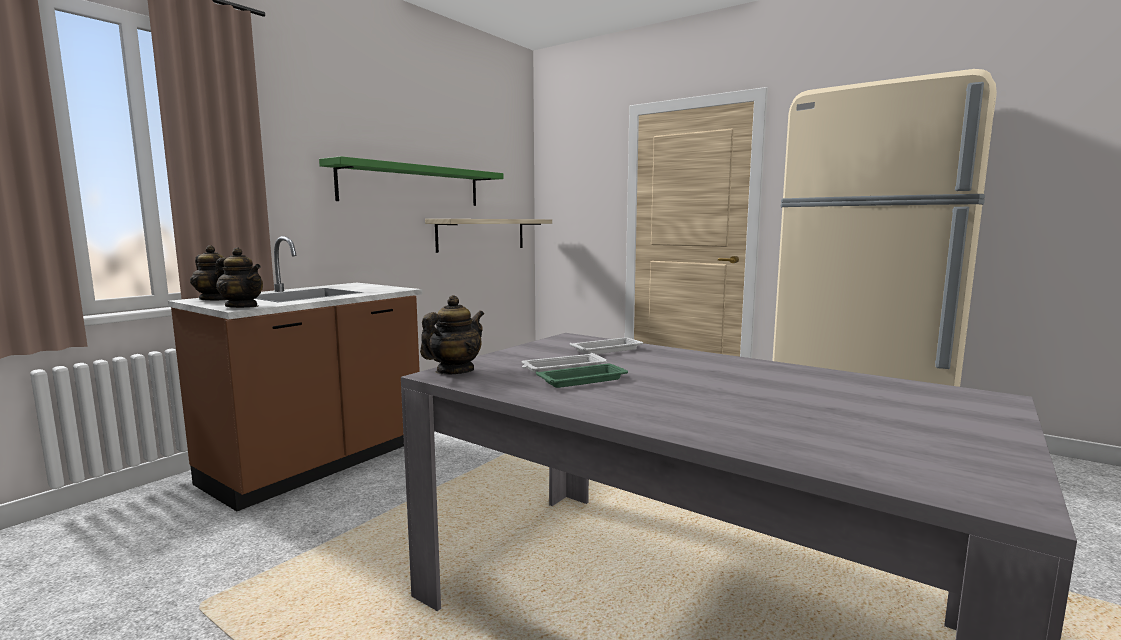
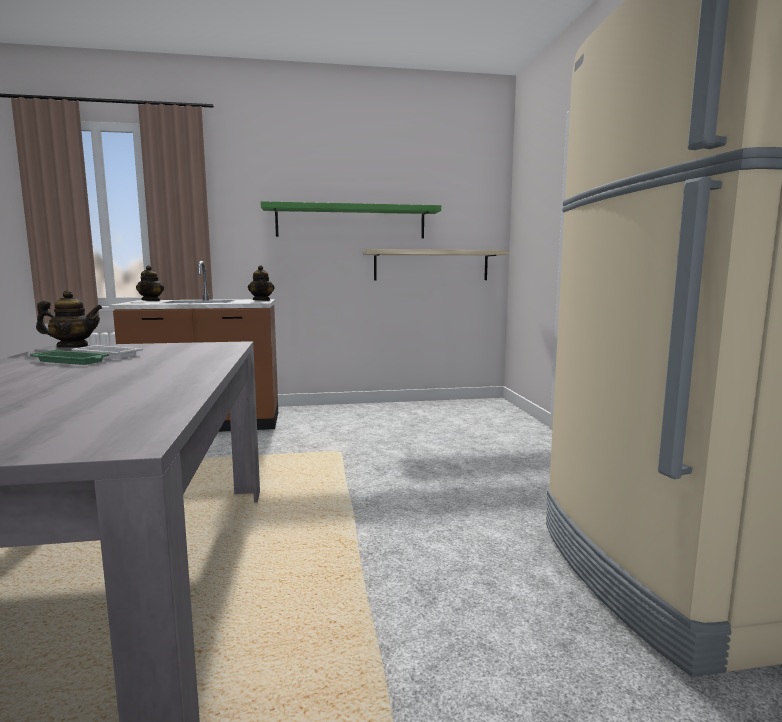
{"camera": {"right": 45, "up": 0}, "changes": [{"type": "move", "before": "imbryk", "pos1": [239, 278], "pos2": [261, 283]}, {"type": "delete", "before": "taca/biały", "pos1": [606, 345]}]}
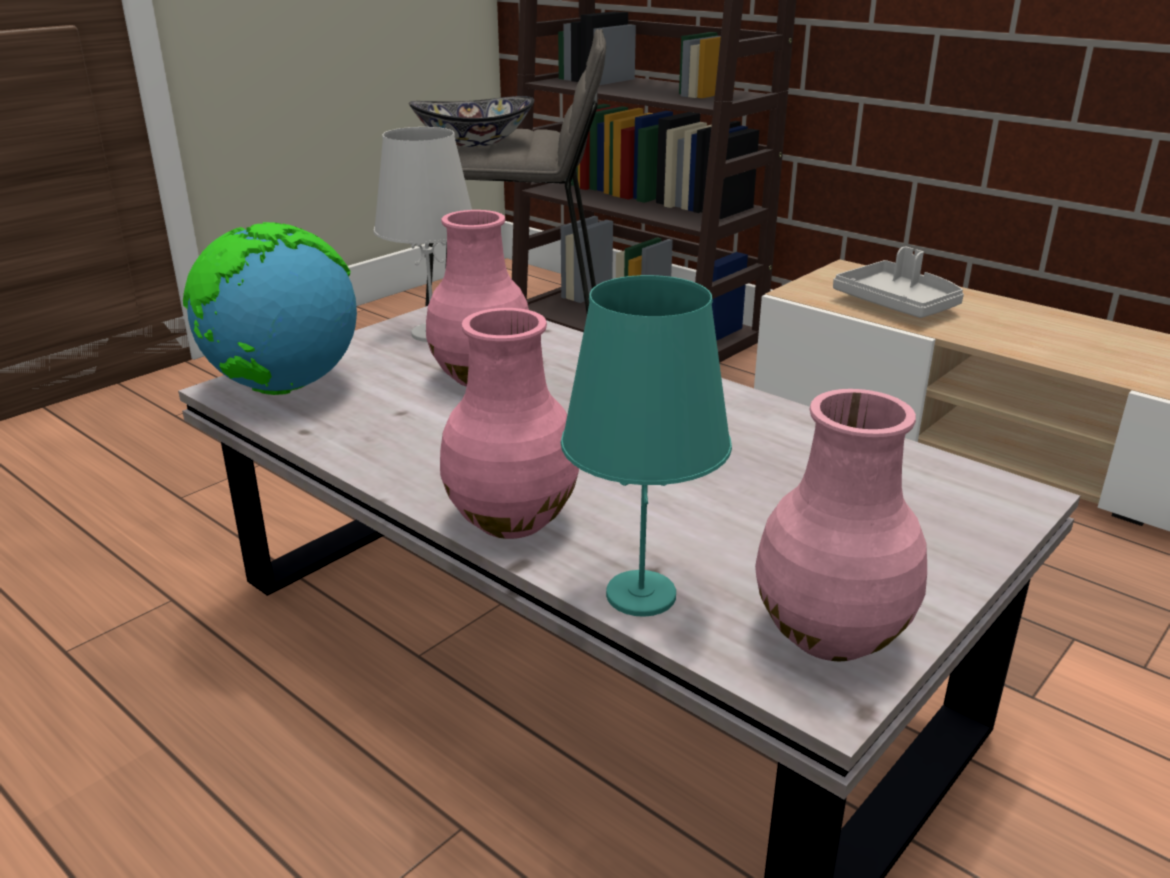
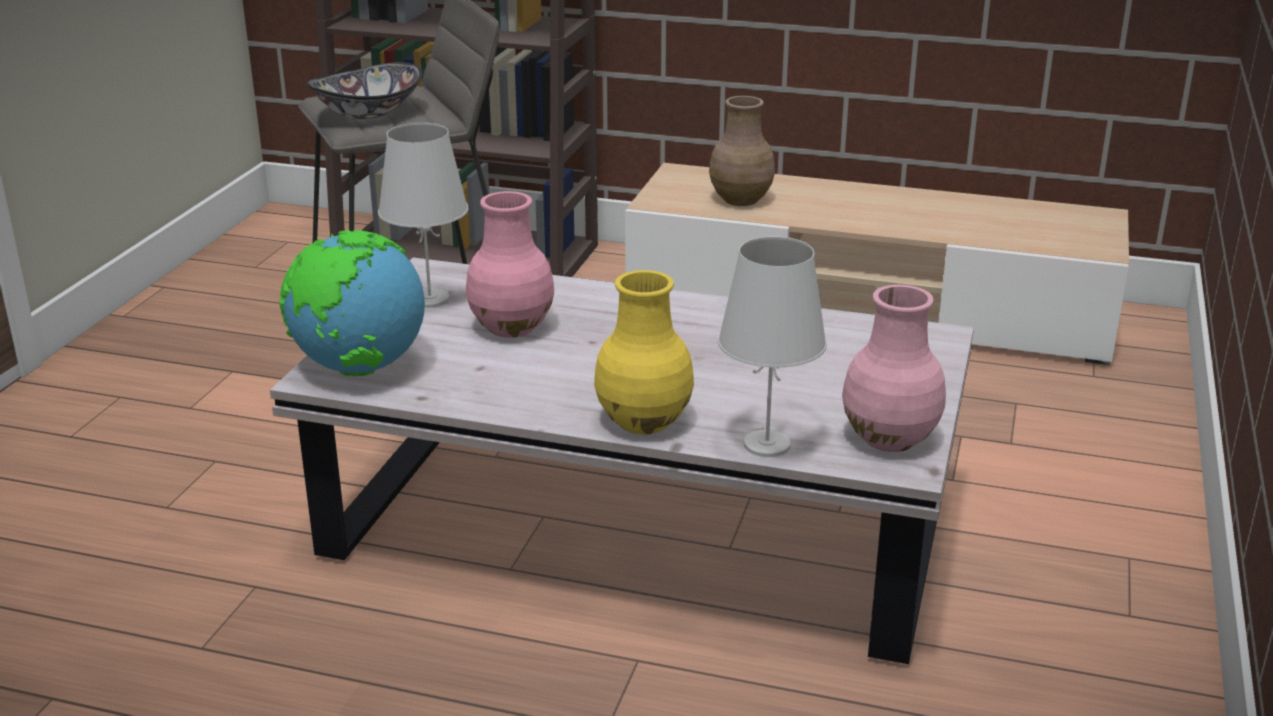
{"camera": {"right": -25, "up": 0}, "changes": [{"type": "recolor", "before": "wazon/różowy", "after": "wazon/żółty", "pos1": [509, 423], "pos2": [644, 352]}, {"type": "recolor", "before": "lampa stołowa/turkusowy", "after": "lampa stołowa/biały", "pos1": [646, 446], "pos2": [772, 346]}, {"type": "replace", "before": "taca/szary", "after": "wazon/brązowy", "pos1": [898, 282], "pos2": [742, 151]}]}
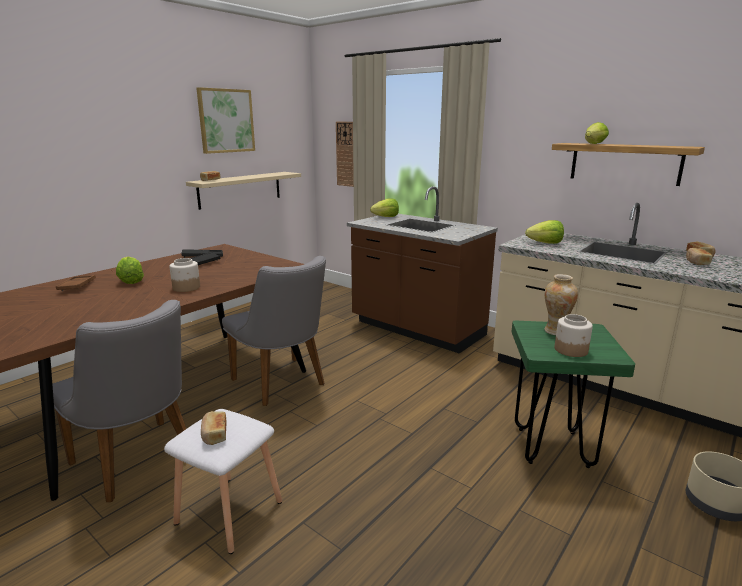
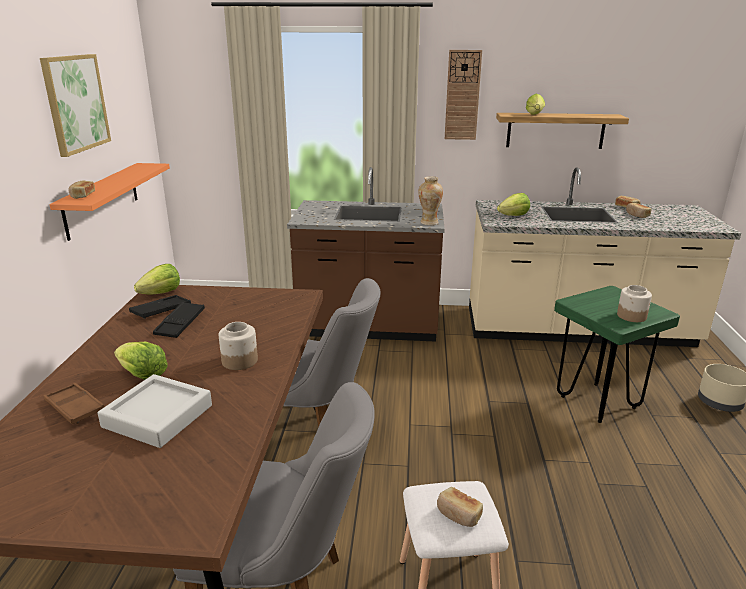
{"camera": {"right": -35, "up": 5}, "changes": [{"type": "recolor", "before": "półka/beżowy", "after": "półka/pomarańczowy", "pos1": [243, 191], "pos2": [109, 202]}, {"type": "move", "before": "zegar ścienny", "pos1": [345, 154], "pos2": [463, 95]}, {"type": "move", "before": "sałata", "pos1": [384, 207], "pos2": [157, 279]}, {"type": "move", "before": "wazon", "pos1": [561, 304], "pos2": [430, 200]}, {"type": "insert", "after": "taca/szary", "pos2": [155, 411]}]}
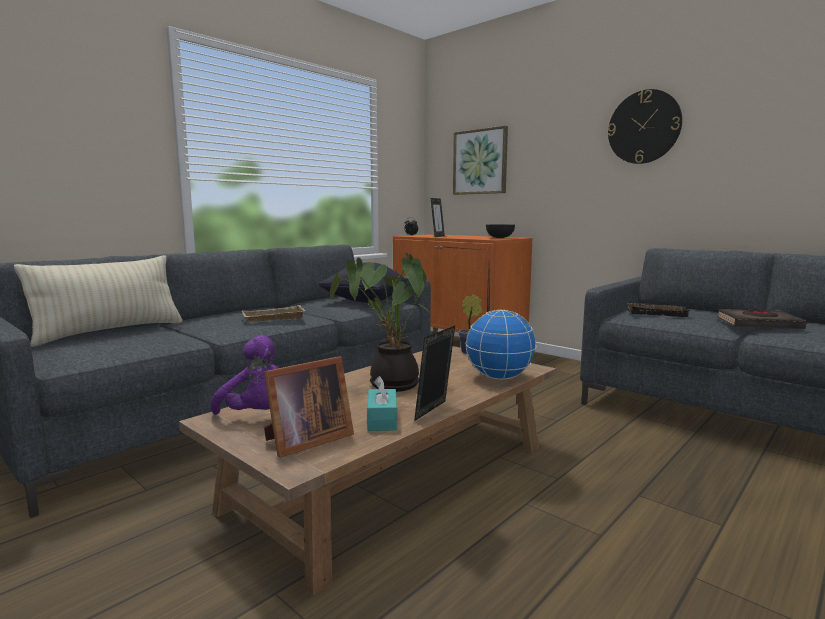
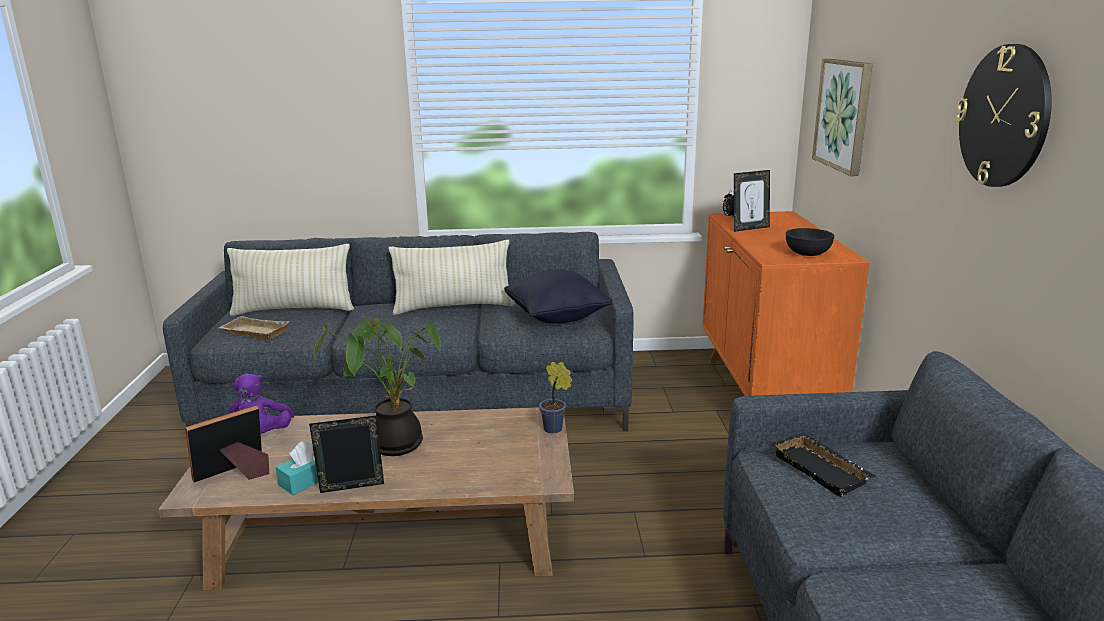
{"camera": {"right": 45, "up": 10}, "changes": [{"type": "move", "before": "taca/beżowy", "pos1": [274, 313], "pos2": [254, 328]}, {"type": "rotate", "before": "ramka na zdjęcie", "pos1": [309, 406], "pos2": [227, 444], "turn": 135}, {"type": "delete", "before": "globus", "pos1": [501, 344]}, {"type": "delete", "before": "książka/czarny", "pos1": [762, 318]}, {"type": "insert", "after": "poduszka/beżowy", "pos2": [452, 277]}]}
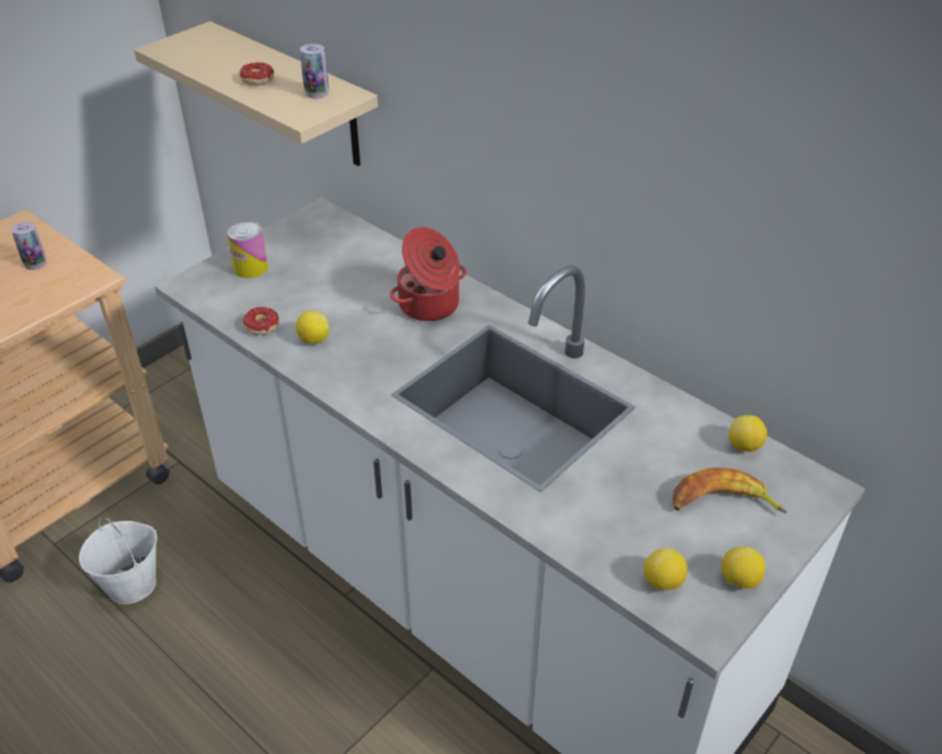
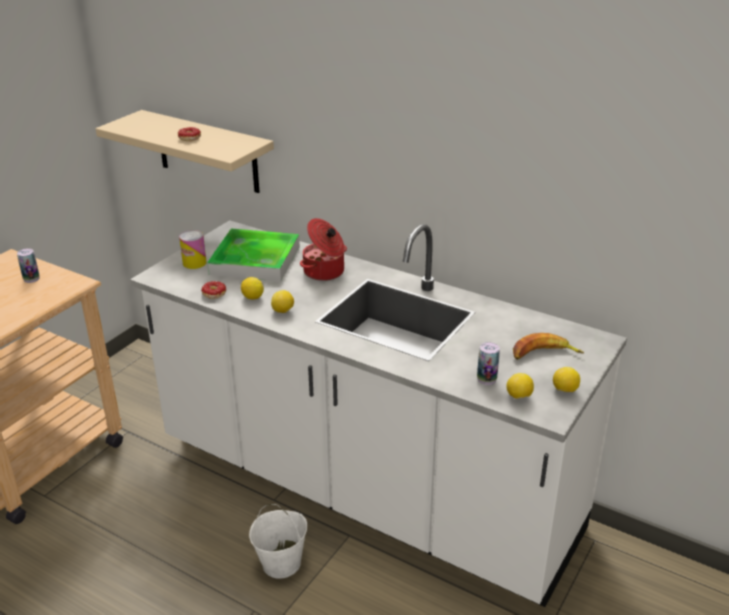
{"camera": {"right": -10, "up": -10}, "changes": [{"type": "move", "before": "wiadro/biały", "pos1": [118, 560], "pos2": [278, 541]}, {"type": "move", "before": "puszka", "pos1": [314, 71], "pos2": [488, 363]}, {"type": "move", "before": "cytryna", "pos1": [748, 433], "pos2": [282, 301]}, {"type": "insert", "after": "taca", "pos2": [253, 255]}]}
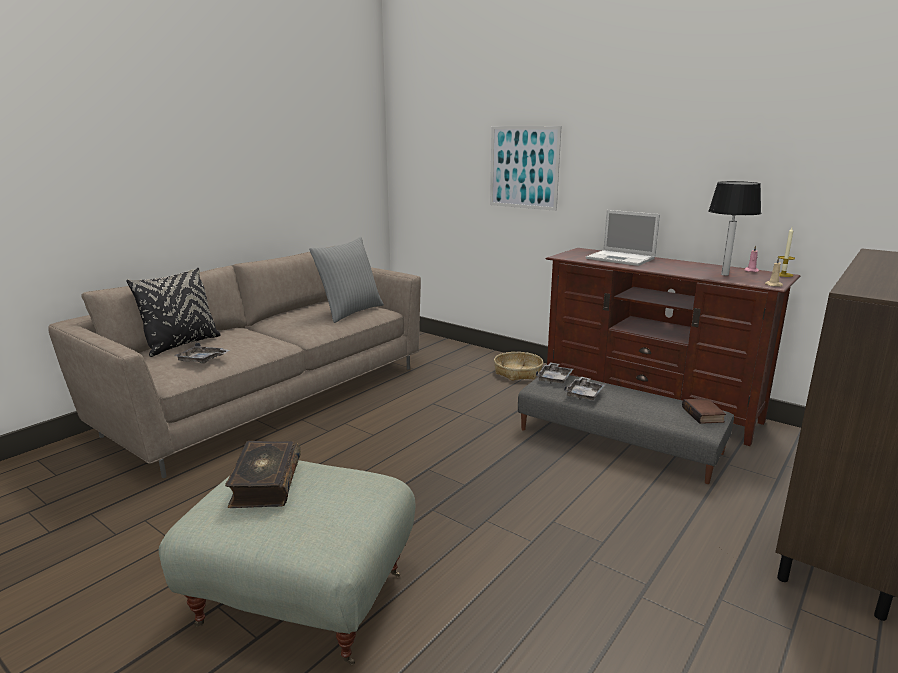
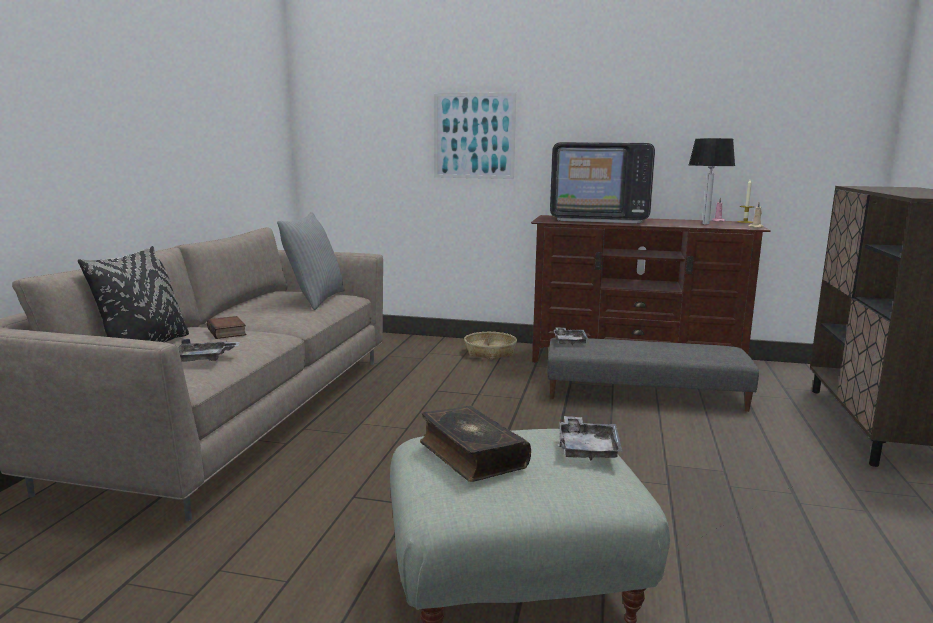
{"camera": {"right": -25, "up": -5}, "changes": [{"type": "move", "before": "taca/szary", "pos1": [584, 388], "pos2": [590, 438]}, {"type": "replace", "before": "laptop", "after": "telewizor", "pos1": [623, 238], "pos2": [602, 182]}, {"type": "move", "before": "książka", "pos1": [704, 411], "pos2": [227, 327]}]}
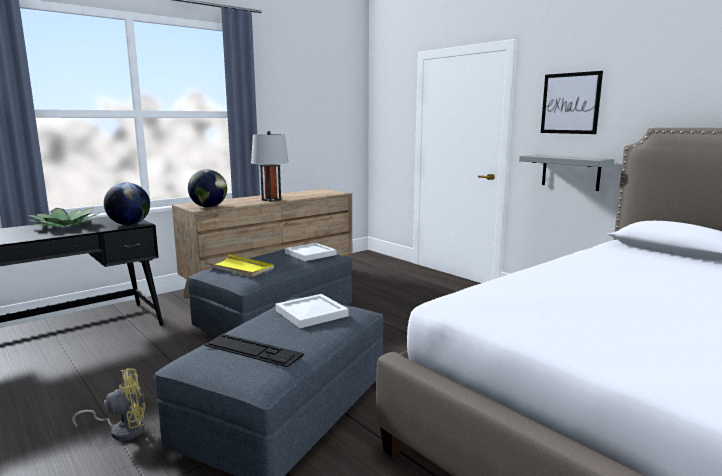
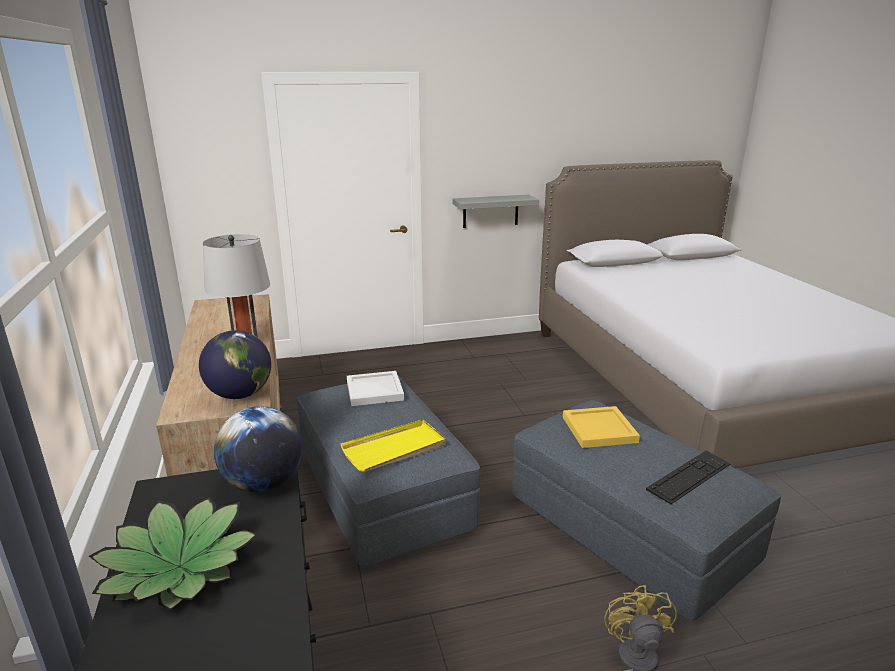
{"camera": {"right": -65, "up": 10}, "changes": [{"type": "recolor", "before": "taca/biały", "after": "taca/żółty", "pos1": [312, 311], "pos2": [601, 427]}, {"type": "delete", "before": "obraz", "pos1": [572, 102]}]}
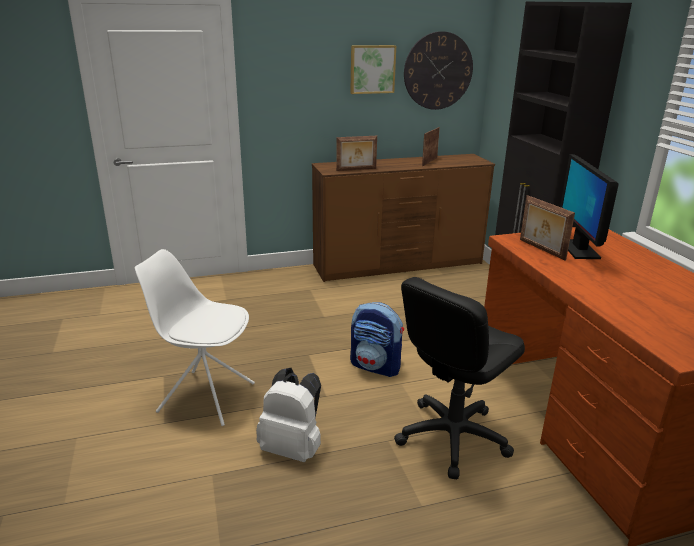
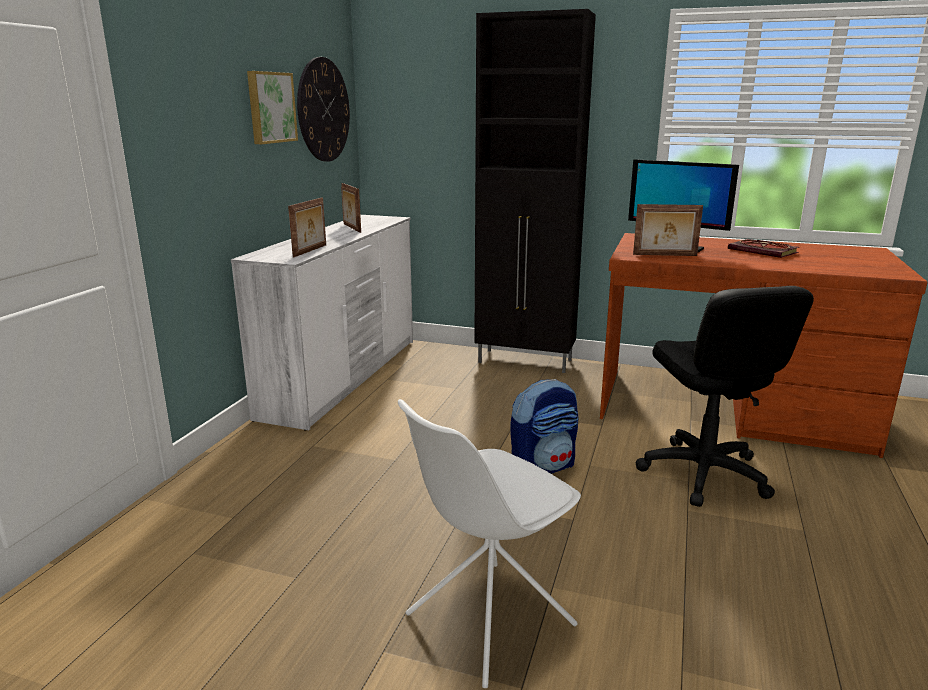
{"camera": {"right": -55, "up": -5}, "changes": [{"type": "delete", "before": "plecak/biały", "pos1": [288, 415]}, {"type": "recolor", "before": "komoda/brązowy", "after": "komoda/biały", "pos1": [403, 218], "pos2": [322, 323]}, {"type": "insert", "after": "książka", "pos2": [763, 248]}]}
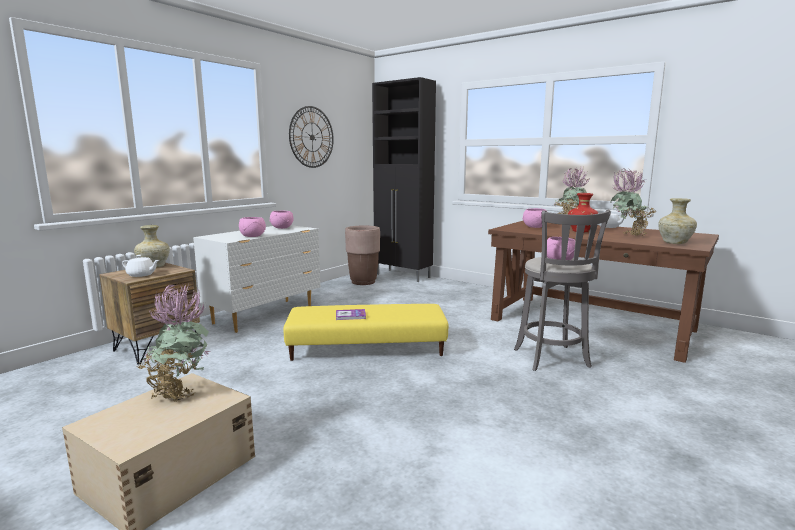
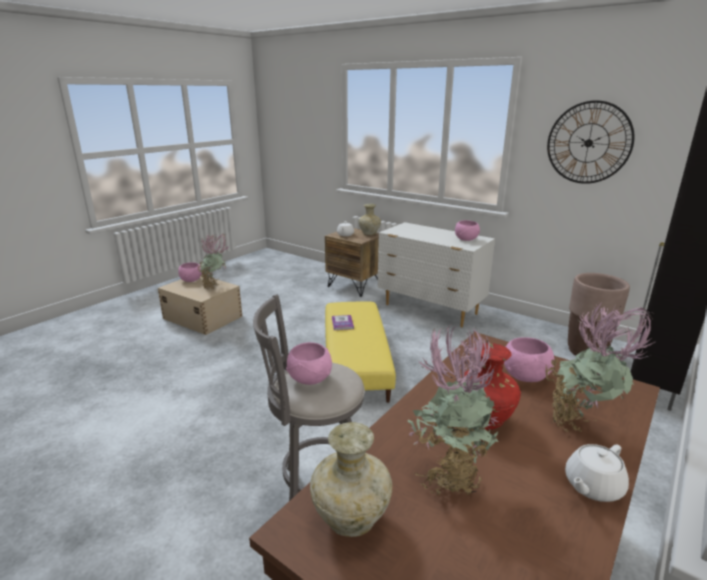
{"camera": {"right": 90, "up": 10}, "changes": [{"type": "move", "before": "miska/różowy", "pos1": [252, 227], "pos2": [190, 272]}]}
